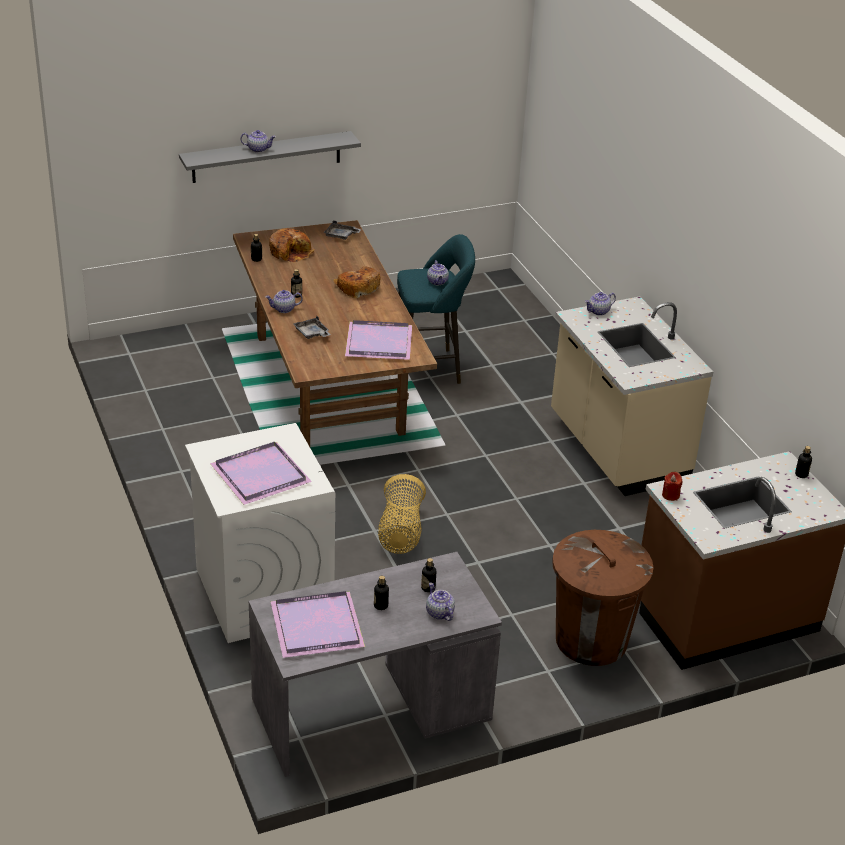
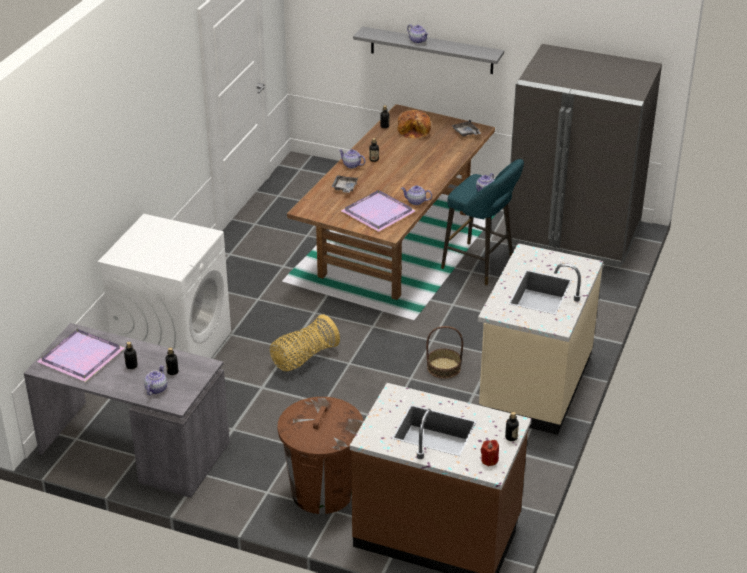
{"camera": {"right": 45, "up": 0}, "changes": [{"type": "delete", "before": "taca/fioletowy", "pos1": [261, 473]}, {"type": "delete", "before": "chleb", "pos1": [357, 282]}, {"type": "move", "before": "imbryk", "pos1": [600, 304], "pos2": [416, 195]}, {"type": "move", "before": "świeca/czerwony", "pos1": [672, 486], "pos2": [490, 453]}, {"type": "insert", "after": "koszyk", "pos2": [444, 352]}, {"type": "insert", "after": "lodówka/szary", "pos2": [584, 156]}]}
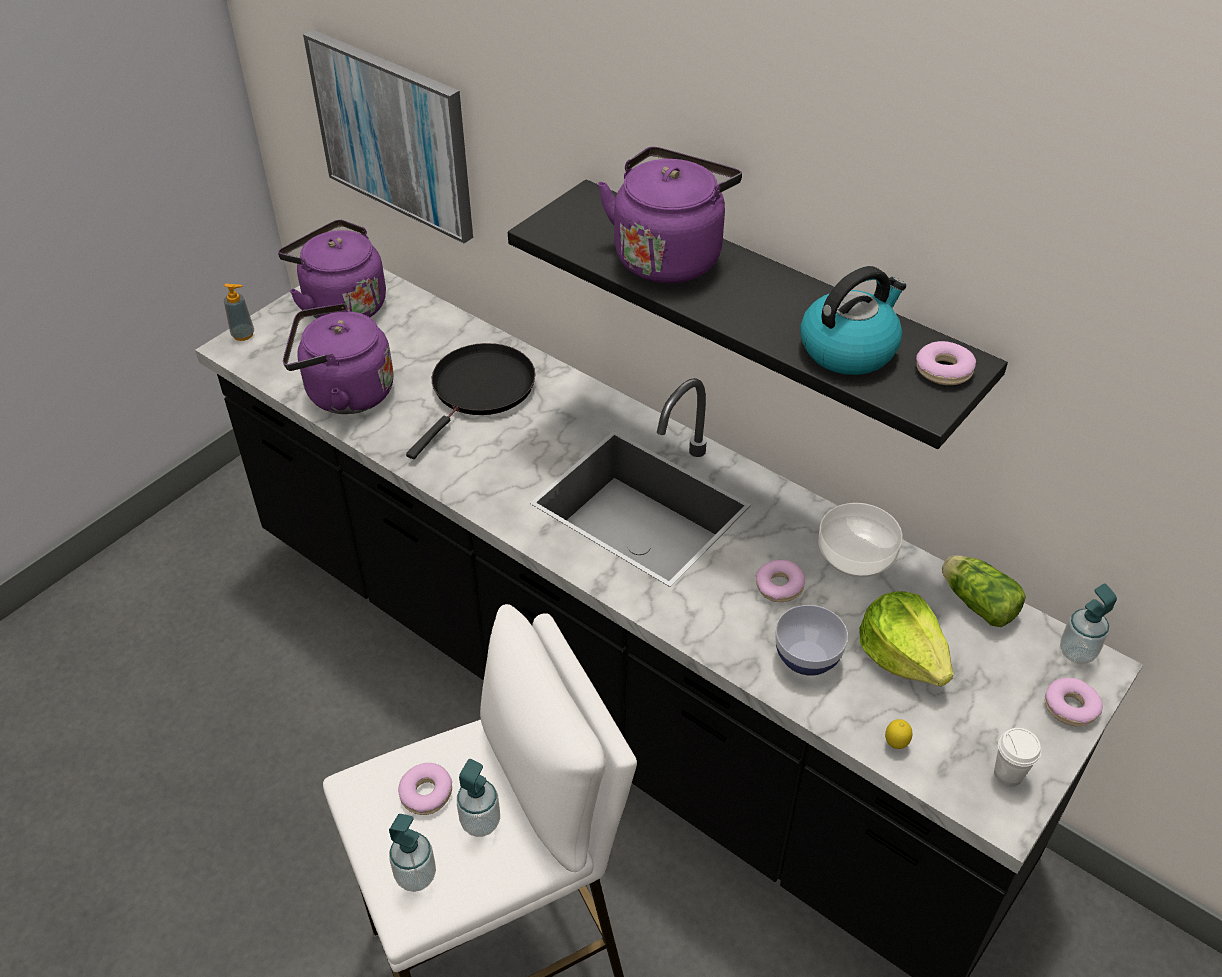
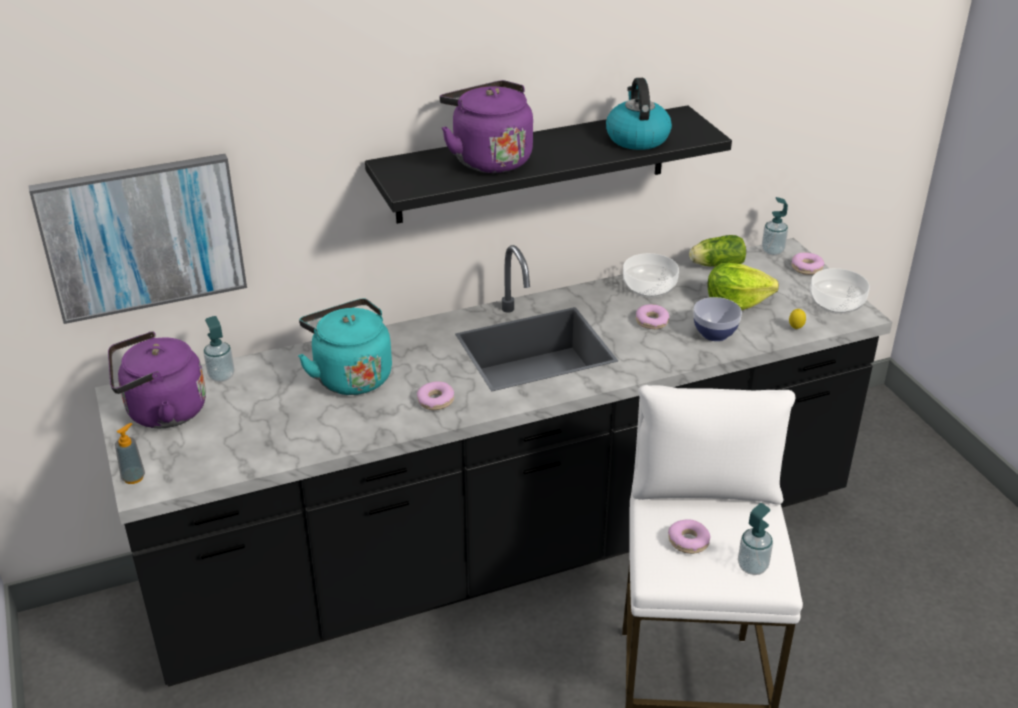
{"camera": {"right": -60, "up": -10}, "changes": [{"type": "delete", "before": "czajnik/fioletowy", "pos1": [338, 358]}, {"type": "replace", "before": "patelnia/czarny", "after": "czajnik/turkusowy", "pos1": [470, 401], "pos2": [345, 346]}, {"type": "move", "before": "dozownik mydła", "pos1": [478, 798], "pos2": [219, 349]}, {"type": "move", "before": "donut", "pos1": [946, 363], "pos2": [435, 395]}, {"type": "replace", "before": "filiżanka/biały", "after": "miska", "pos1": [1017, 757], "pos2": [840, 291]}]}
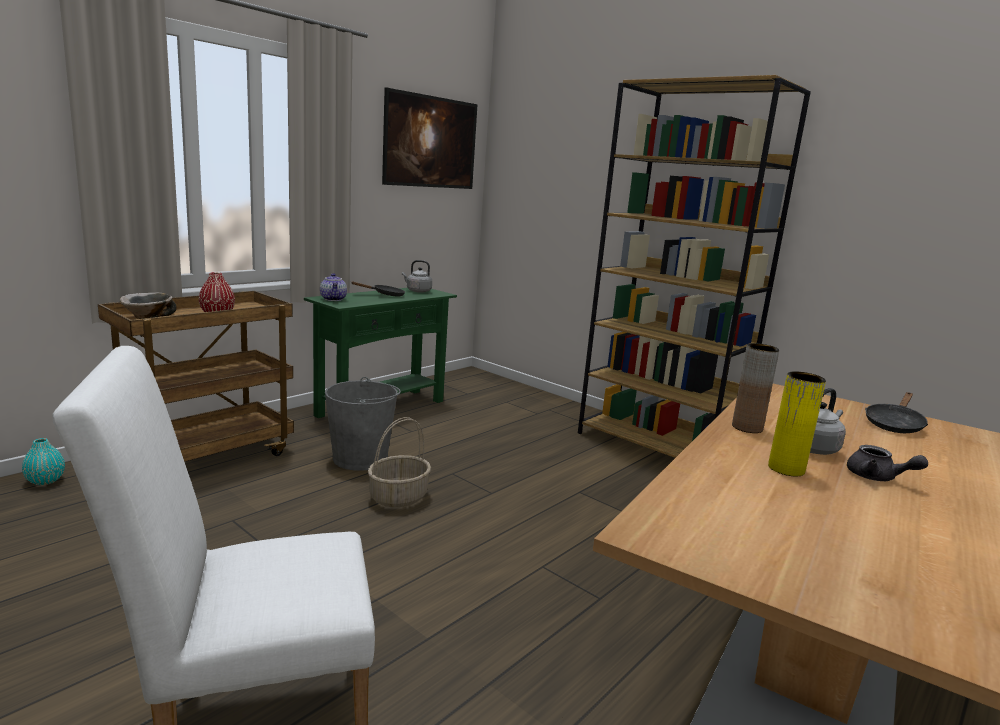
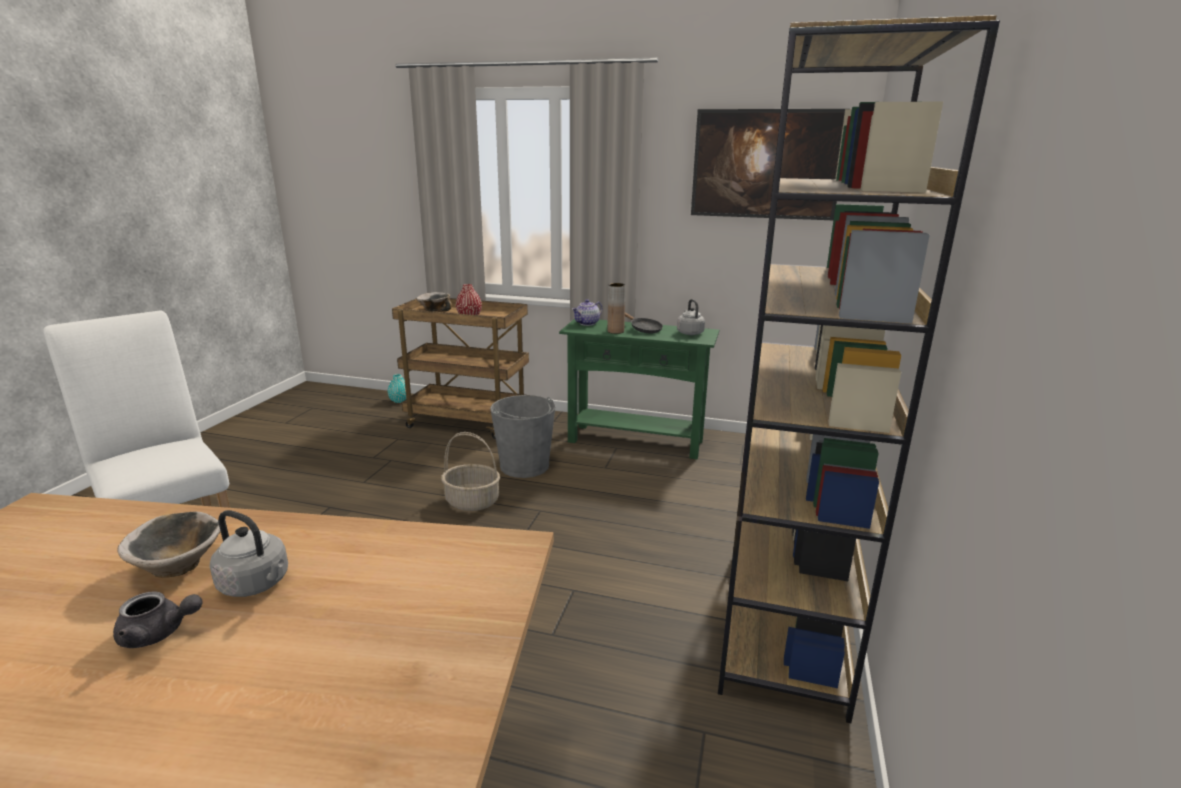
{"camera": {"right": 65, "up": 5}, "changes": [{"type": "move", "before": "wazon/brązowy", "pos1": [755, 388], "pos2": [616, 308]}, {"type": "replace", "before": "wazon/żółty", "after": "miska", "pos1": [797, 424], "pos2": [168, 545]}, {"type": "rotate", "before": "imbryk/szary", "pos1": [887, 463], "pos2": [158, 619], "turn": -105}, {"type": "delete", "before": "patelnia/czarny", "pos1": [896, 412]}]}
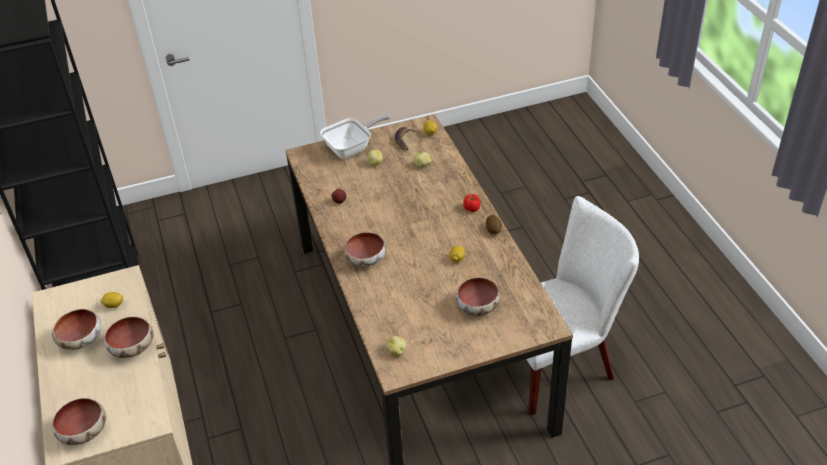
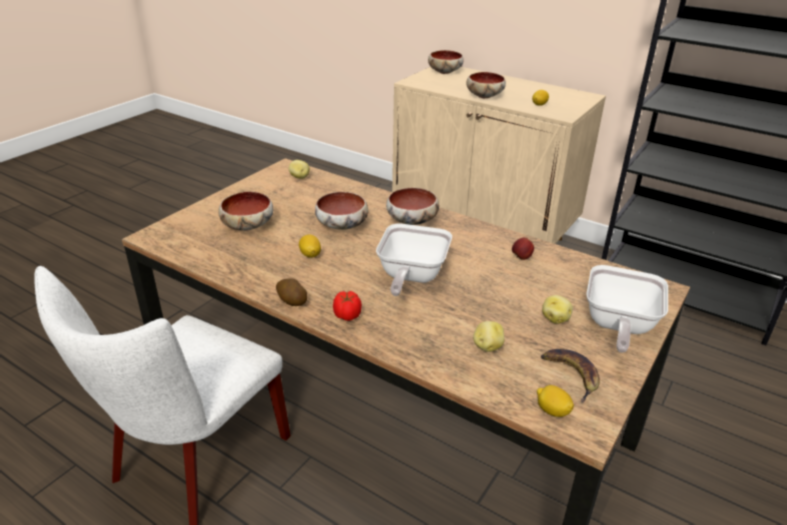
{"camera": {"right": 140, "up": -10}, "changes": [{"type": "move", "before": "miska", "pos1": [76, 329], "pos2": [341, 211]}, {"type": "insert", "after": "patelnia", "pos2": [414, 260]}]}
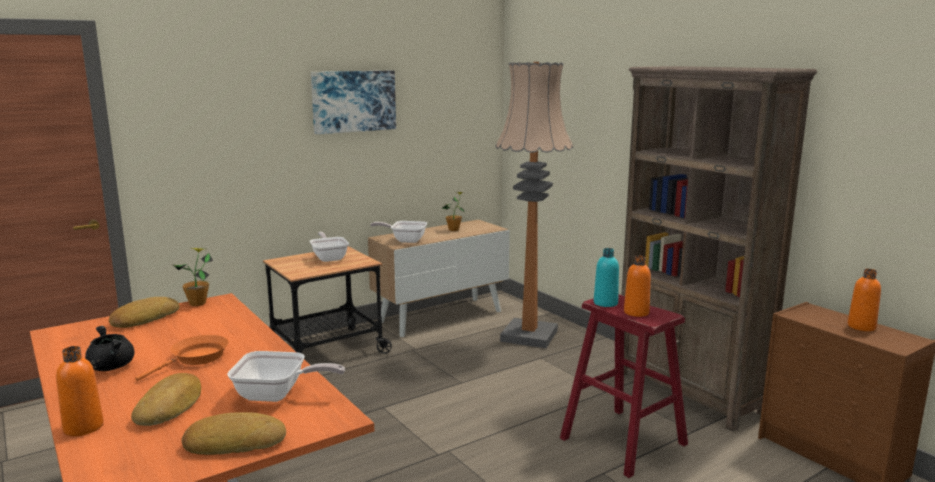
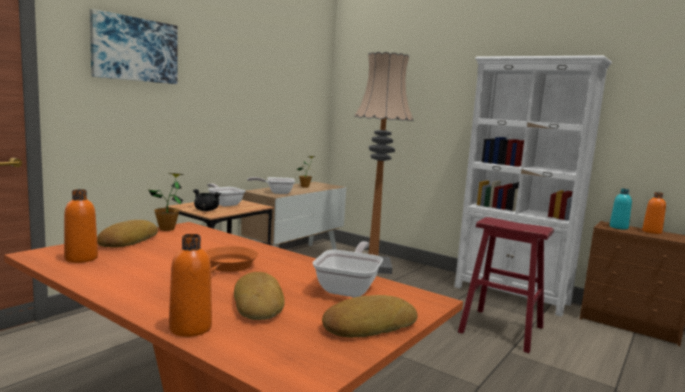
{"camera": {"right": -20, "up": -5}, "changes": [{"type": "move", "before": "garnek/czarny", "pos1": [109, 348], "pos2": [207, 200]}, {"type": "rotate", "before": "patelnia", "pos1": [286, 376], "pos2": [348, 269], "turn": -60}, {"type": "move", "before": "obraz", "pos1": [353, 102], "pos2": [134, 46]}, {"type": "move", "before": "butelka/turkusowy", "pos1": [606, 277], "pos2": [621, 209]}, {"type": "recolor", "before": "regał/brązowy", "after": "regał/biały", "pos1": [719, 249], "pos2": [533, 186]}, {"type": "move", "before": "butelka/pomarańczowy", "pos1": [637, 286], "pos2": [81, 226]}]}
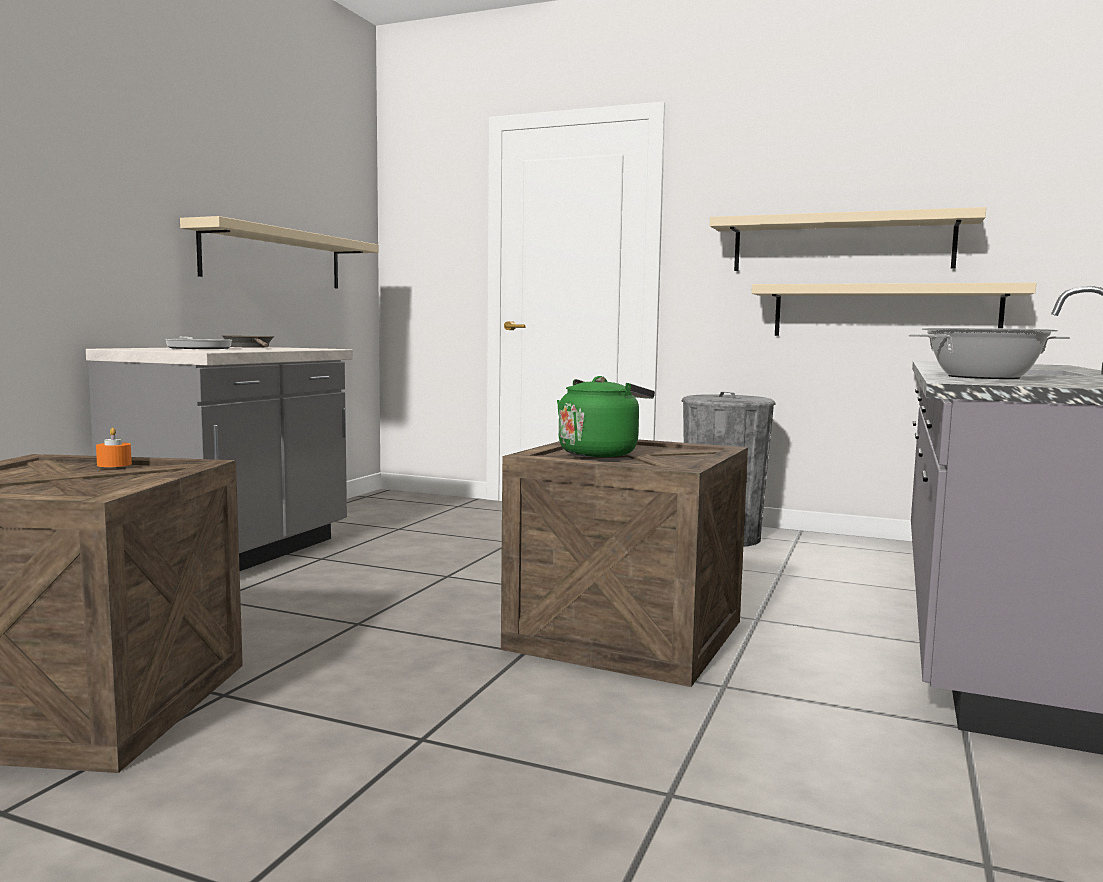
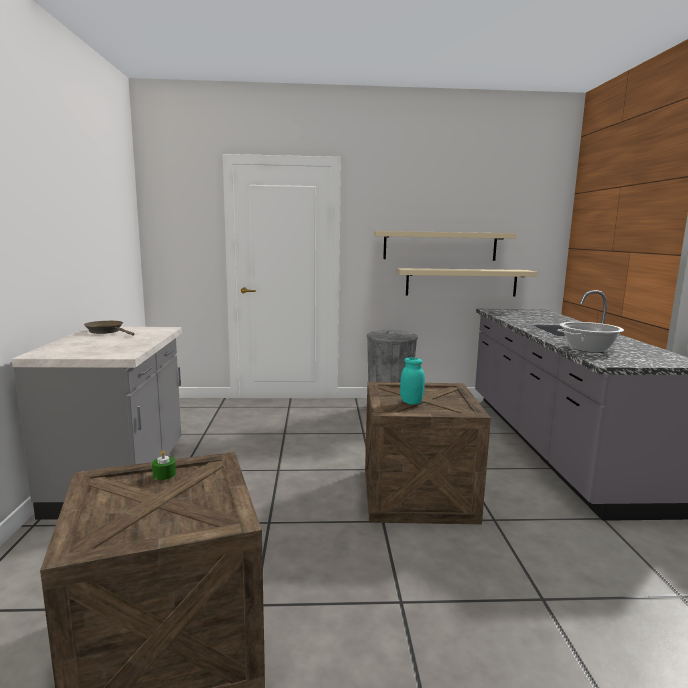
{"camera": {"right": -25, "up": 5}, "changes": [{"type": "recolor", "before": "świeca/pomarańczowy", "after": "świeca/zielony", "pos1": [114, 447], "pos2": [164, 465]}, {"type": "delete", "before": "patelnia", "pos1": [198, 343]}, {"type": "delete", "before": "półka/beżowy", "pos1": [279, 252]}, {"type": "replace", "before": "czajnik/zielony", "after": "słoik/turkusowy", "pos1": [606, 416], "pos2": [412, 381]}]}
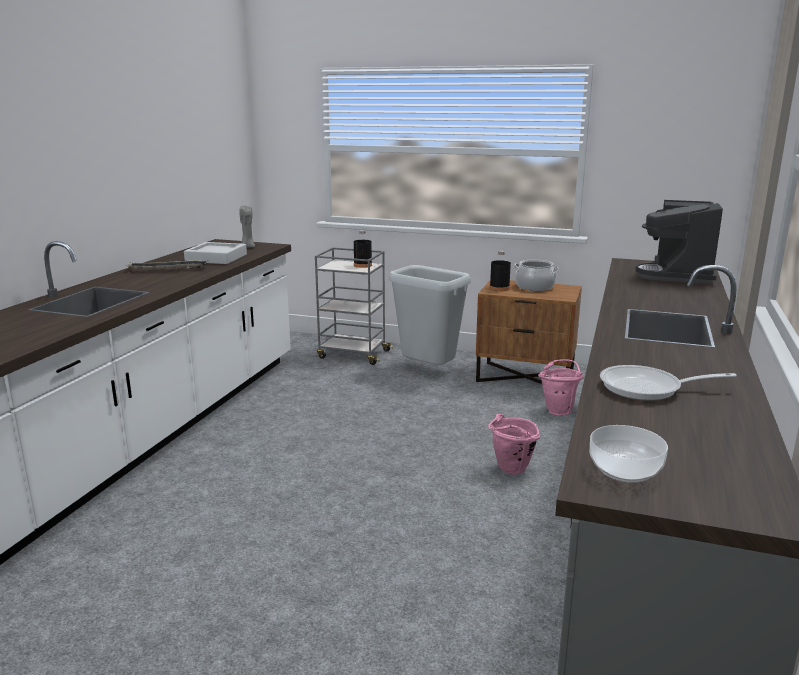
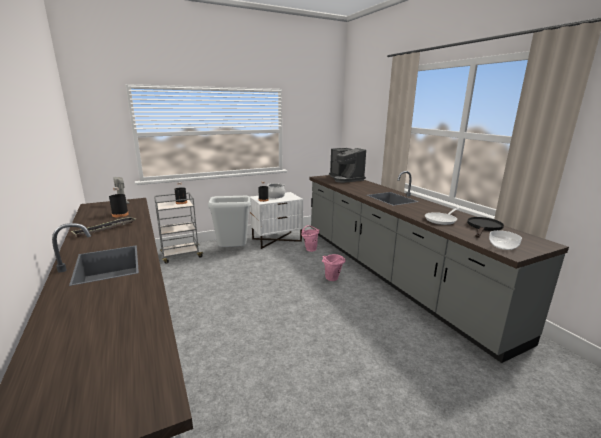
{"camera": {"right": -45, "up": 0}, "changes": [{"type": "replace", "before": "taca/szary", "after": "butelka/czarny", "pos1": [215, 253], "pos2": [119, 202]}, {"type": "recolor", "before": "szafka nocna/brązowy", "after": "szafka nocna/biały", "pos1": [529, 332], "pos2": [276, 220]}, {"type": "insert", "after": "patelnia/czarny", "pos2": [485, 227]}]}
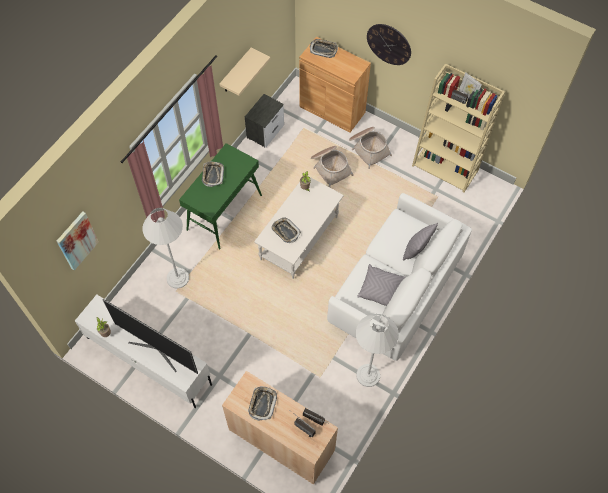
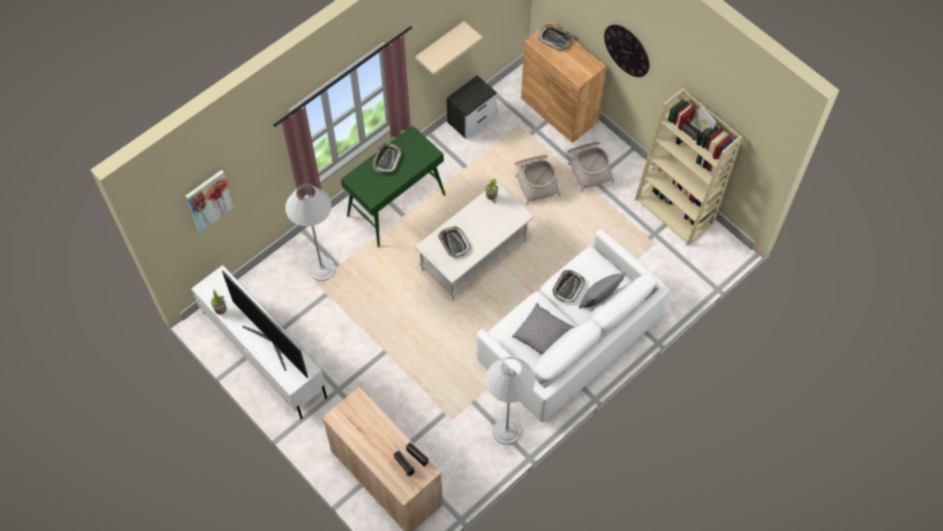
{"camera": {"right": 15, "up": 0}, "changes": [{"type": "move", "before": "taca", "pos1": [262, 403], "pos2": [568, 286]}]}
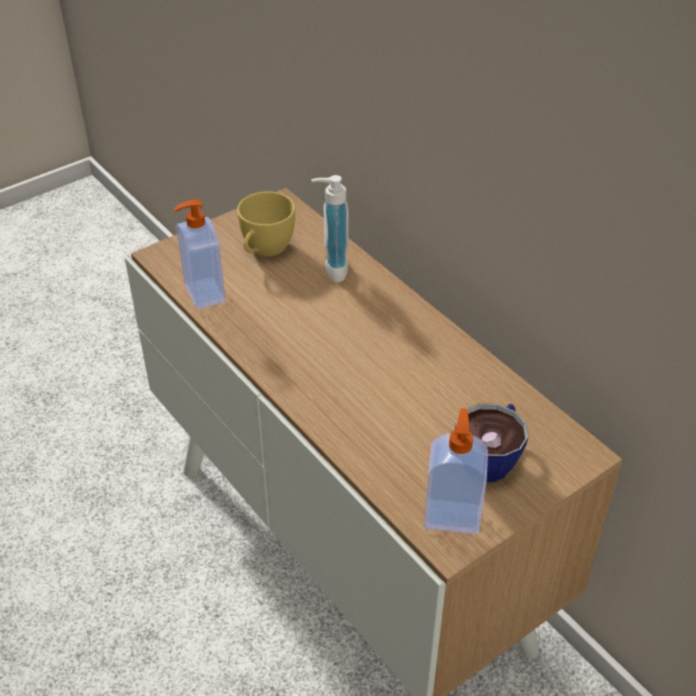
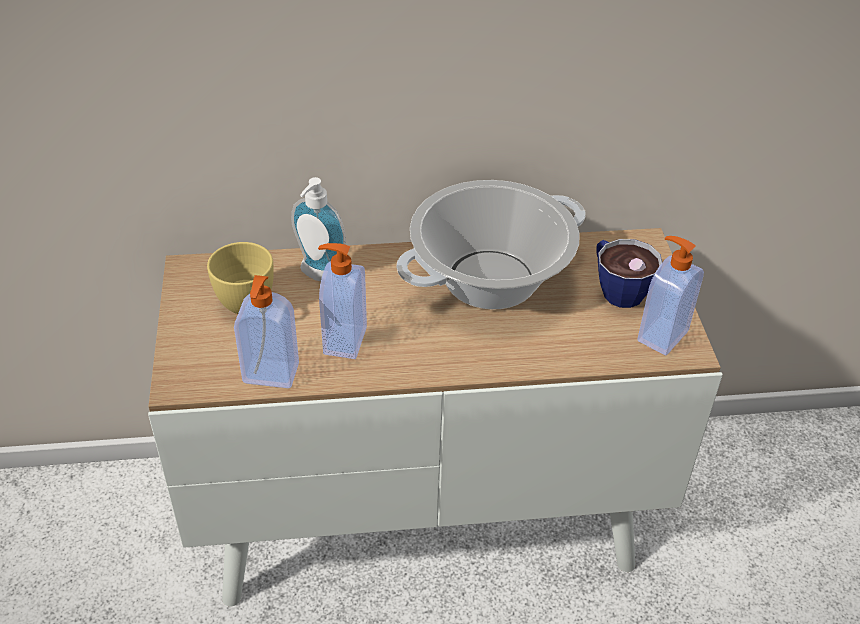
{"camera": {"right": -60, "up": 0}, "changes": [{"type": "insert", "after": "dozownik mydła", "pos2": [342, 301]}, {"type": "insert", "after": "garnek", "pos2": [491, 245]}]}
